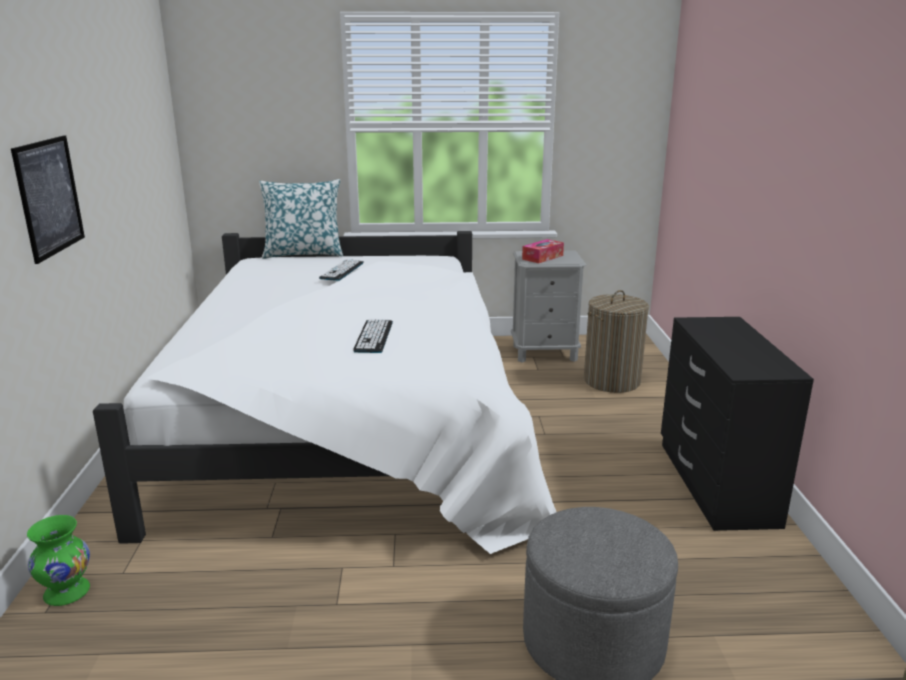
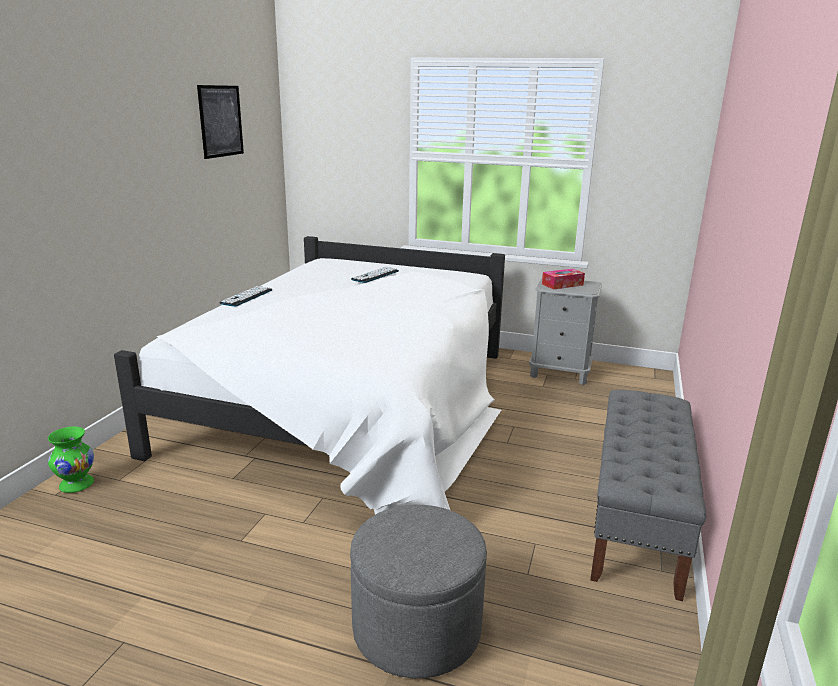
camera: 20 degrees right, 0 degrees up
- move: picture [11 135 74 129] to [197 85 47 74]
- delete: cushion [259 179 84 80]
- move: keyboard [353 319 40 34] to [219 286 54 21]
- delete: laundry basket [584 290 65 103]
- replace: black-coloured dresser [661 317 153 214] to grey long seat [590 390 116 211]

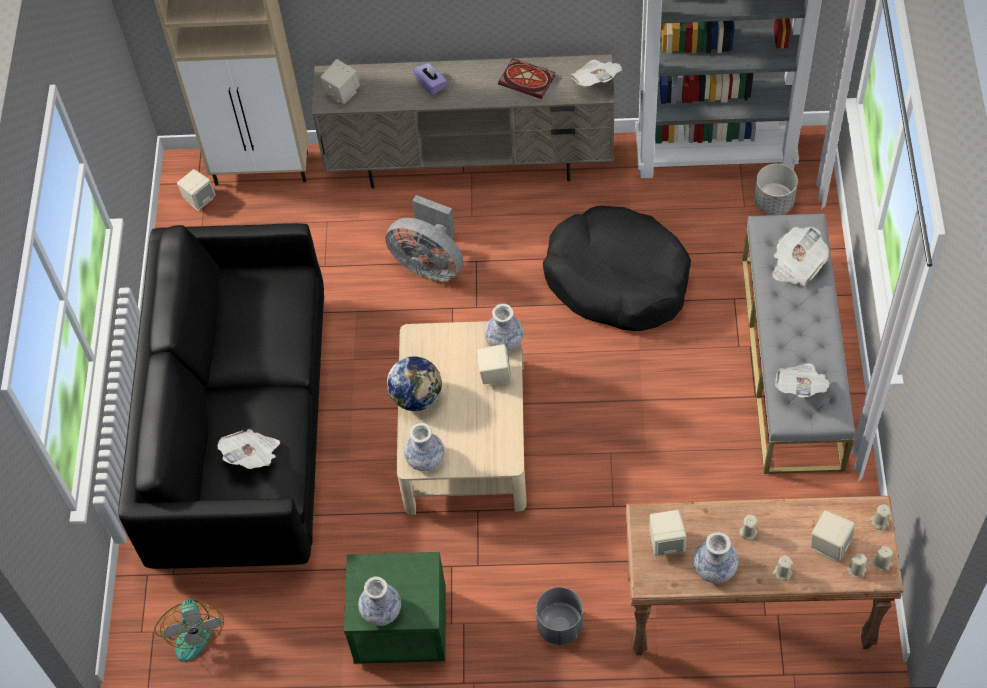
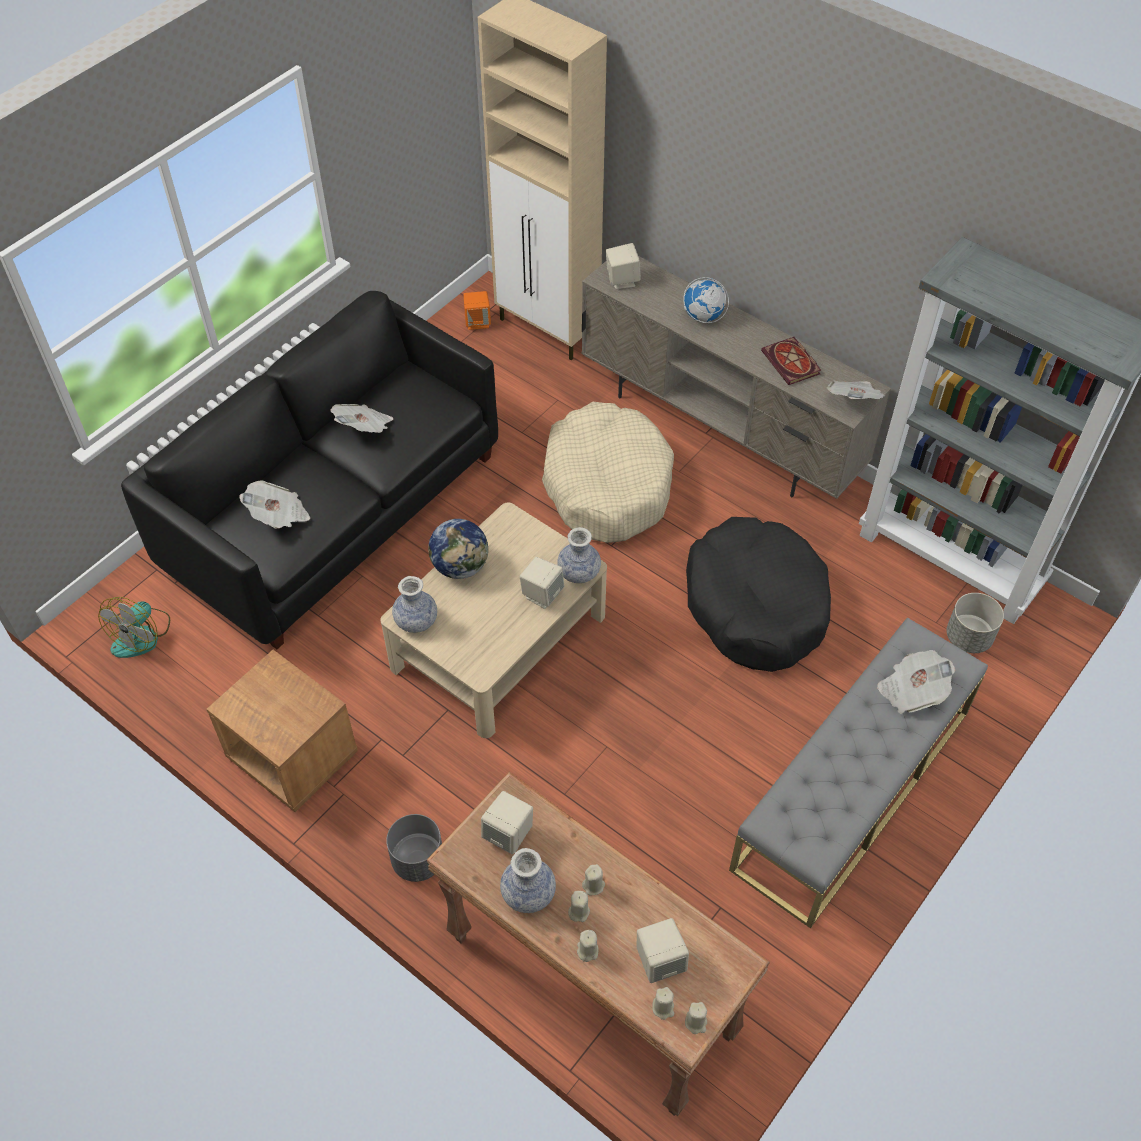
camera: 35 degrees right, 5 degrees down
- recolor: beige-coloured speaker [177 169 39 42] to orange speaker [463 291 28 39]
- recolor: green-coloured nightstand [344 552 102 112] to brownish nightstand [207 650 151 162]
- delete: vase [358 576 43 50]
- replace: grey fan [386 195 77 86] to beige-coloured dog cushion [542 402 132 141]
- replace: purple-coloured tissue box [413 63 34 33] to world globe [683 277 46 46]
- move: daily paper [775 363 56 35] to [331 404 63 29]
- move: beige-coloured wax candle [870 504 21 26] to [568 891 22 31]

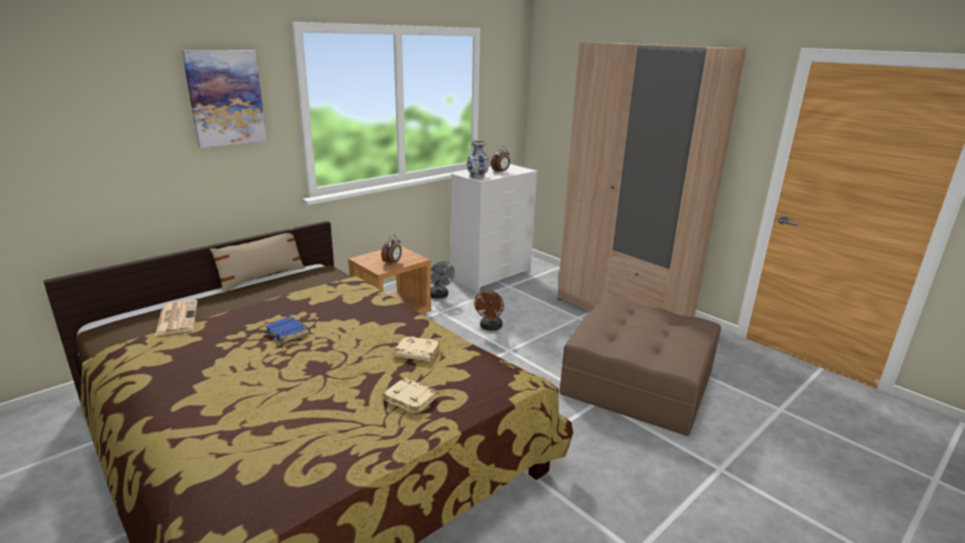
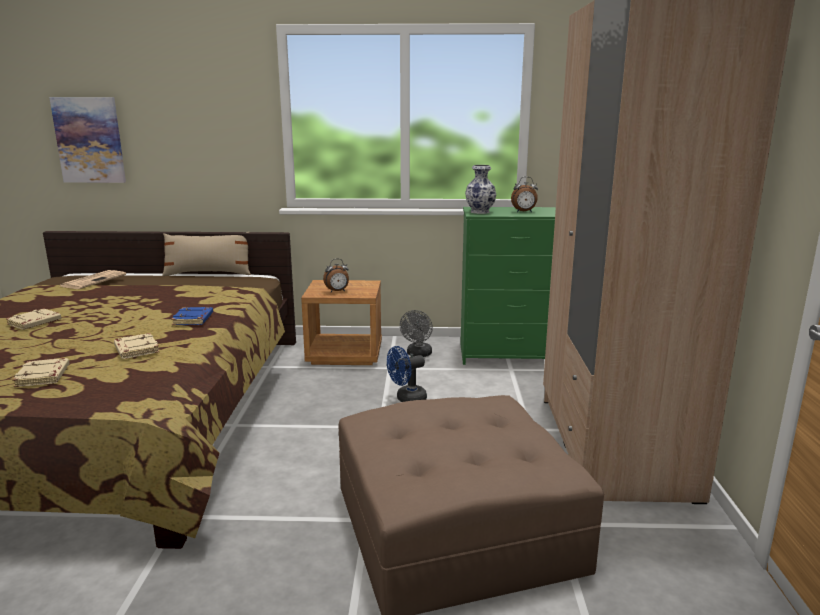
camera: 45 degrees right, 5 degrees down
- move: picture [182 50 85 98] to [49 97 77 86]
- move: blue bound book [264 316 46 27] to [171 307 42 18]
- recolor: whitish dresser [451 164 87 129] to green-coloured dresser [460 207 96 158]
- recolor: brownish fan [474 290 30 41] to blue fan [387 346 40 56]
- insert: beige-coloured bound book [6 308 55 22]

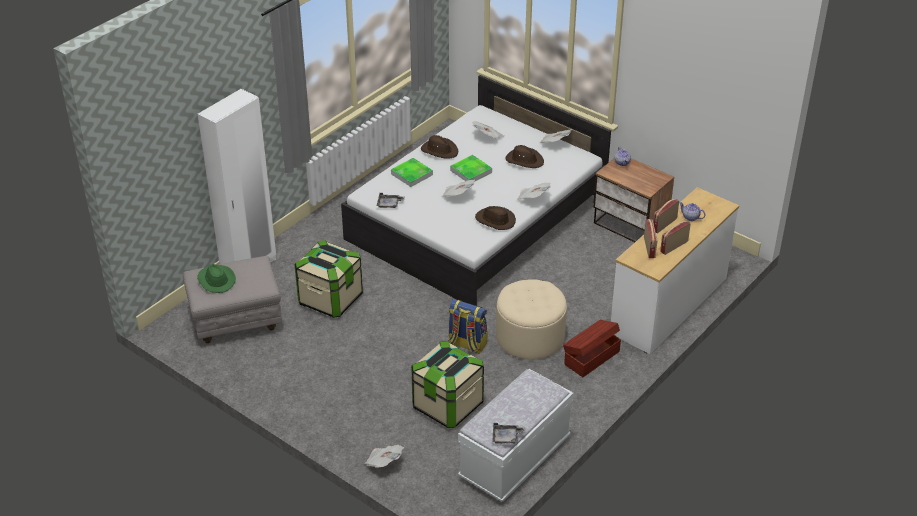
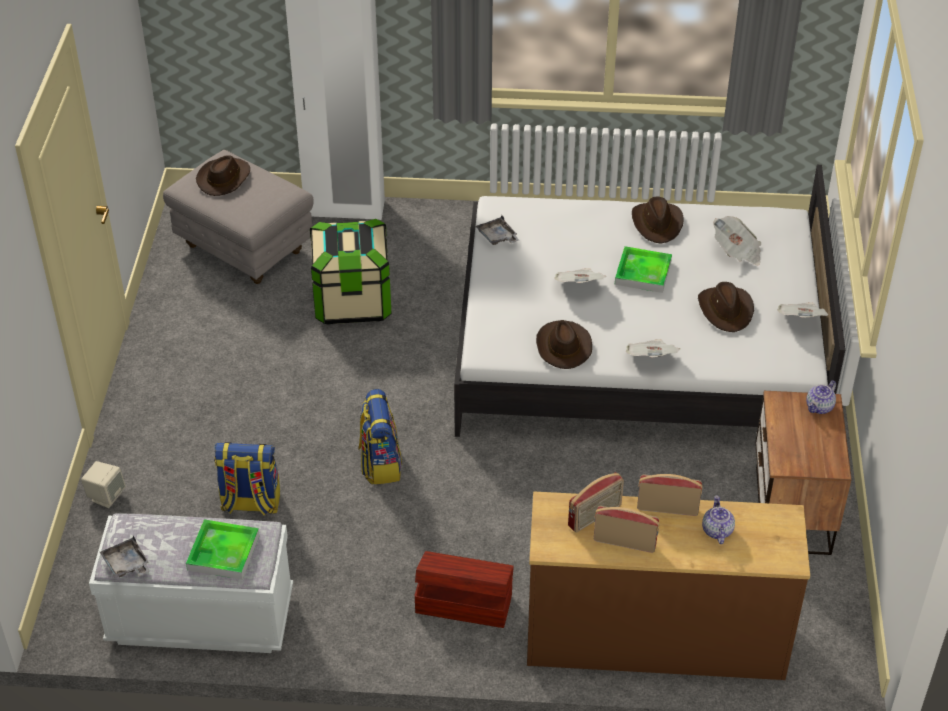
camera: 55 degrees right, 5 degrees up
- recolor: green-coloured wearable hat [197 264 39 29] to brownish wearable hat [196 155 54 41]
- replace: daily paper [364 445 40 23] to beige-coloured speaker [81 461 45 47]
- move: tray [391 158 42 29] to [186 519 74 61]
- replace: storage container [411 341 73 87] to rucksack [214 442 66 74]
- delete: beige-coloured footrest [496 279 71 81]
- recolor: whitish dresser [611 187 128 167] to brownish dresser [527 492 283 188]

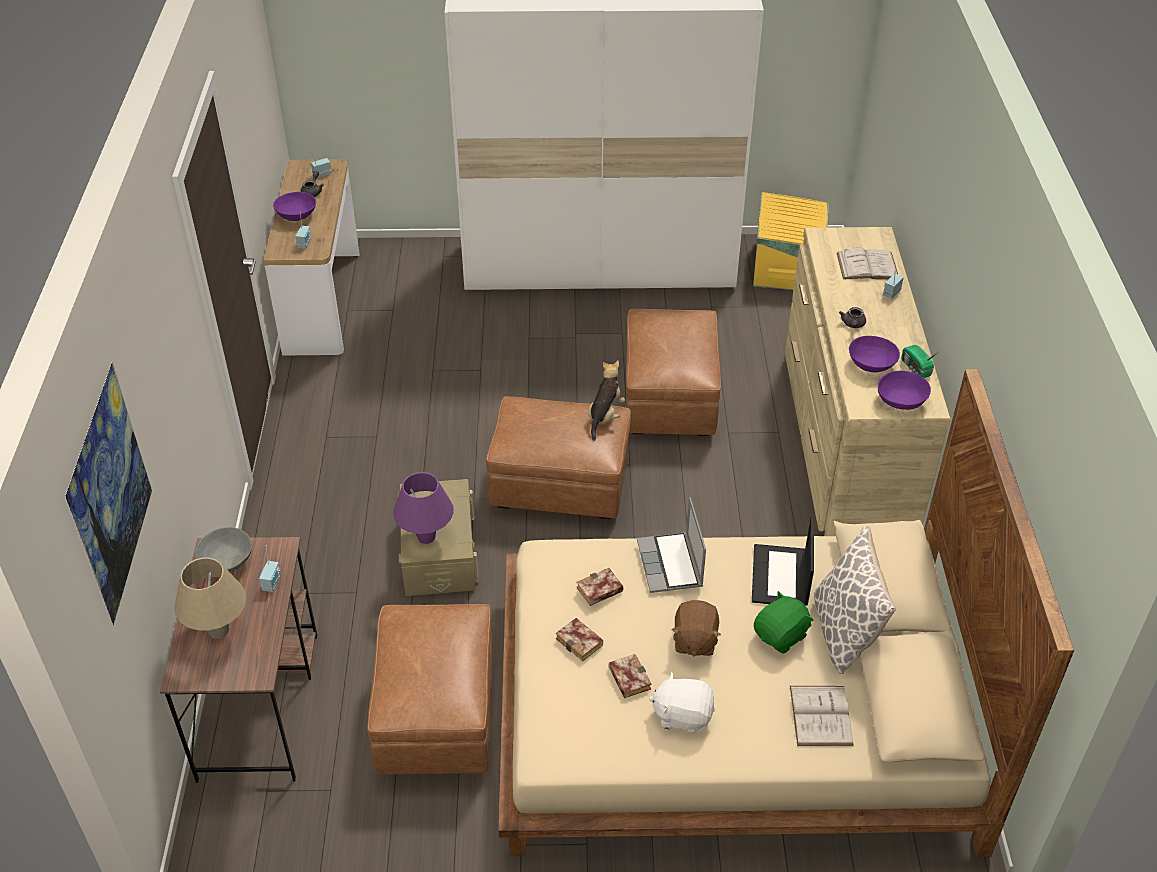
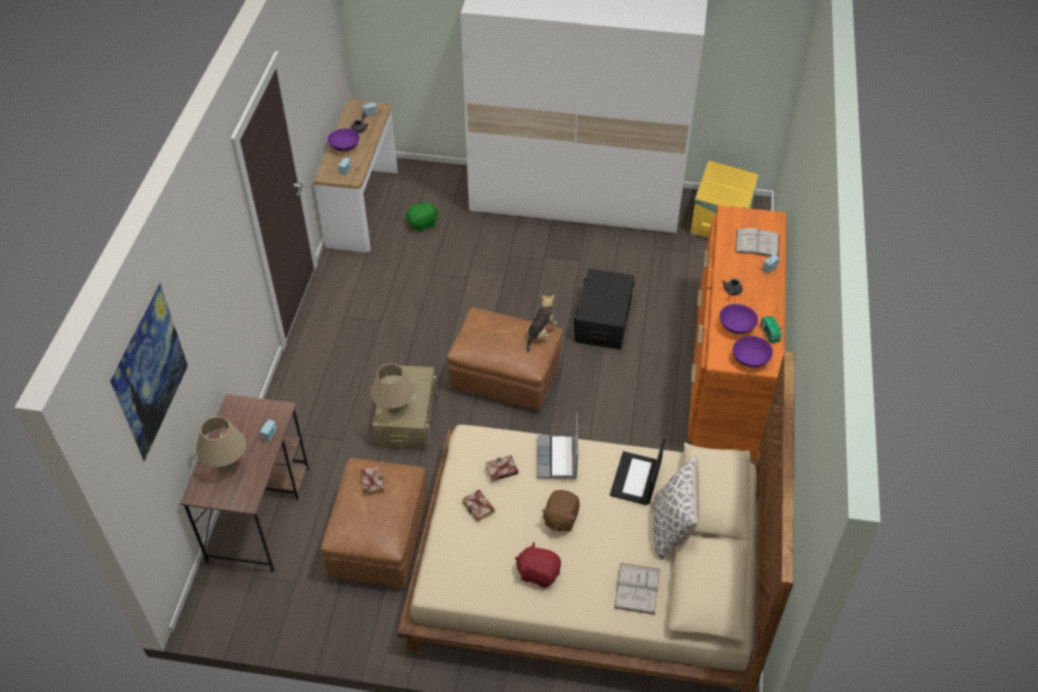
camera: 10 degrees right, 5 degrees up
- delete: grey bowl [195 527 57 46]
- recolor: purple-coloured lamp for a table [393 472 61 72] to beige-coloured lamp for a table [370 363 44 50]
- move: bound book [609 654 42 44] to [361 467 23 29]
- replace: brownish footrest [626 309 95 127] to black-coloured storage container [573 268 62 82]
- recolor: whitish cuddly toy [649 671 66 63] to red-coloured cuddly toy [515 541 46 47]
- move: green-coloured cuddly toy [754 591 60 62] to [406 200 32 32]
- recolor: beige-coloured dresser [785 227 166 309] to orange dresser [688 205 99 257]

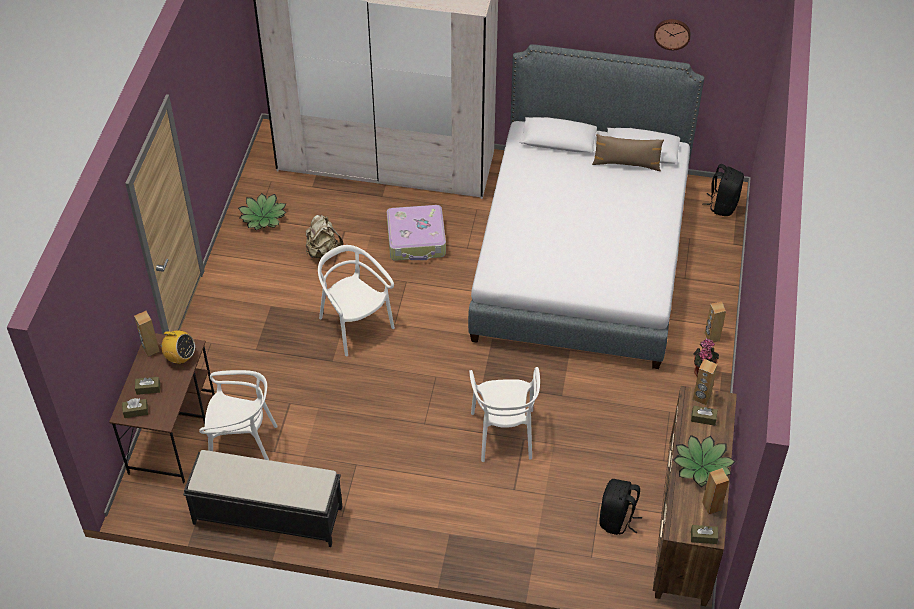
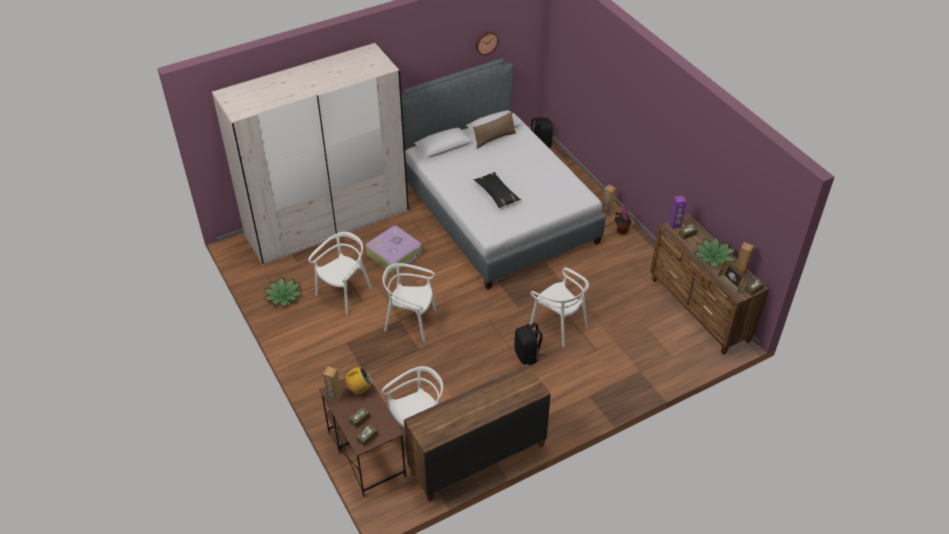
camera: 40 degrees left, 5 degrees down
- replace: black-coloured long seat [183 450 159 97] to brownish dresser [404 364 147 138]
- replace: beige-coloured rucksack [306 215 37 43] to whitish plain chair [308 232 64 83]
- move: black-coloured rucksack [599 479 43 56] to [514 322 31 43]
- recolor: brownish speaker [693 359 24 46] to purple-coloured speaker [669 196 18 33]
- insert: black-coloured cushion [473 172 48 37]
- insert: standing frame [718 260 27 34]

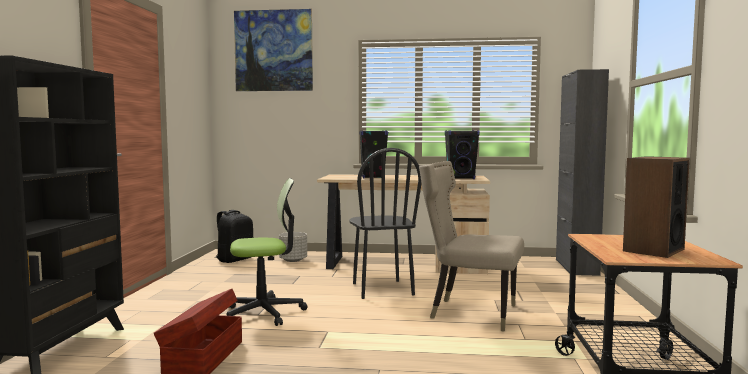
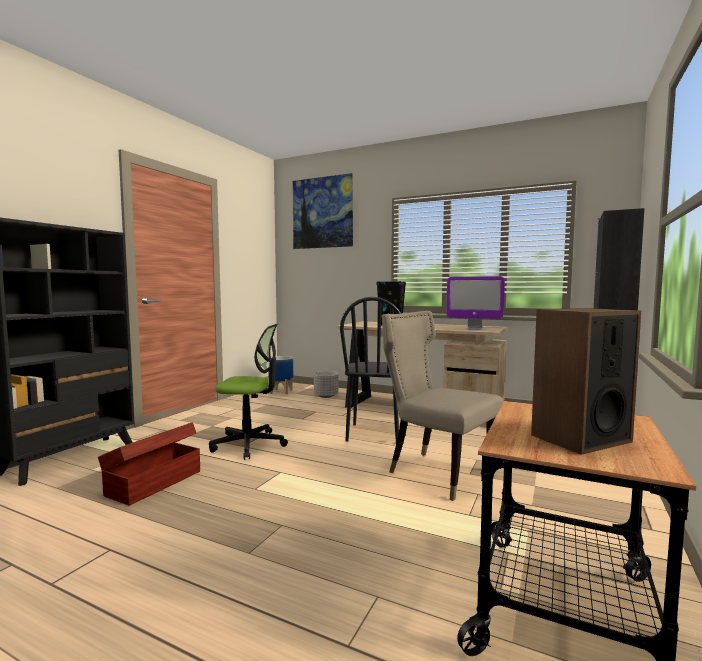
camera: 20 degrees right, 0 degrees up
- replace: black-coloured rucksack [216 210 37 53] to flower pot [268 356 25 38]
- replace: black-coloured speaker [445 130 35 49] to computer screen [446 276 59 54]

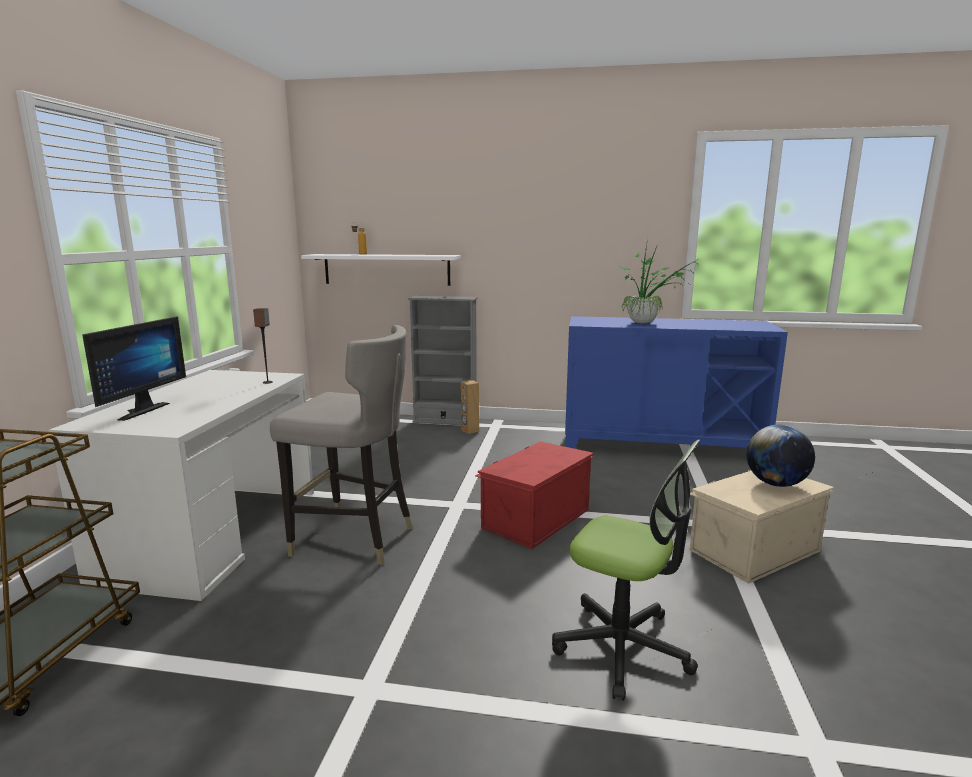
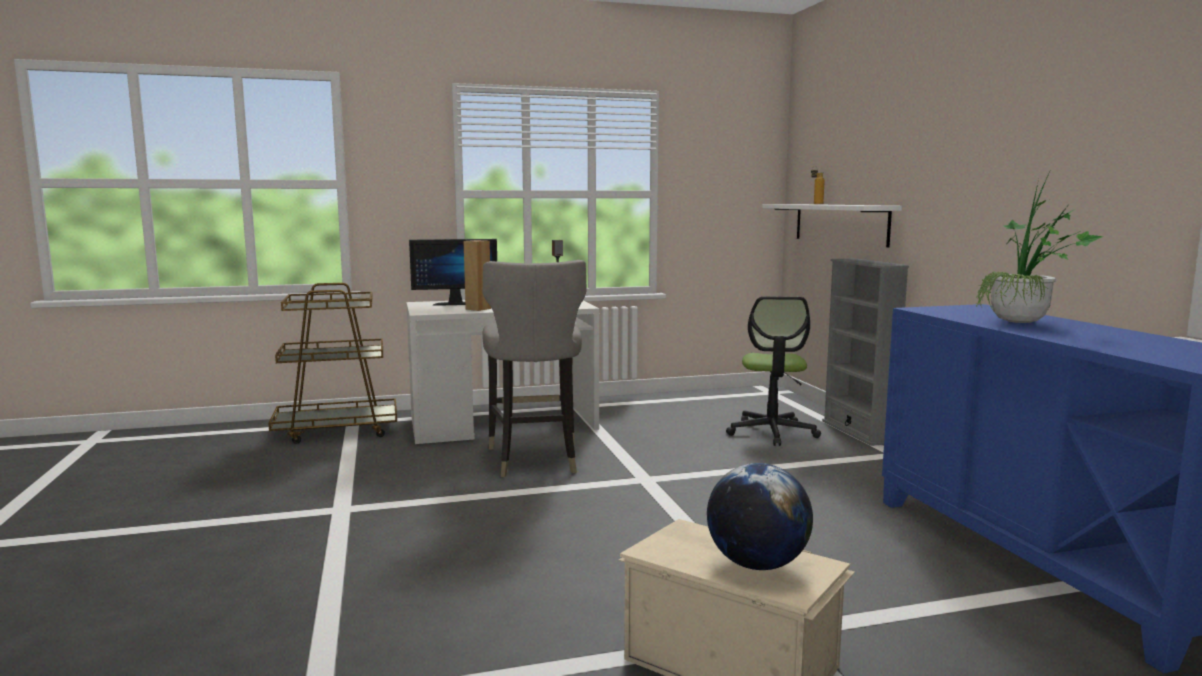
camera: 65 degrees right, 5 degrees down
- move: brownish speaker [461 380 18 54] to [464 240 27 71]
- delete: red-coloured storage container [475 441 119 108]
- move: office chair [552 439 148 262] to [726 296 95 150]

